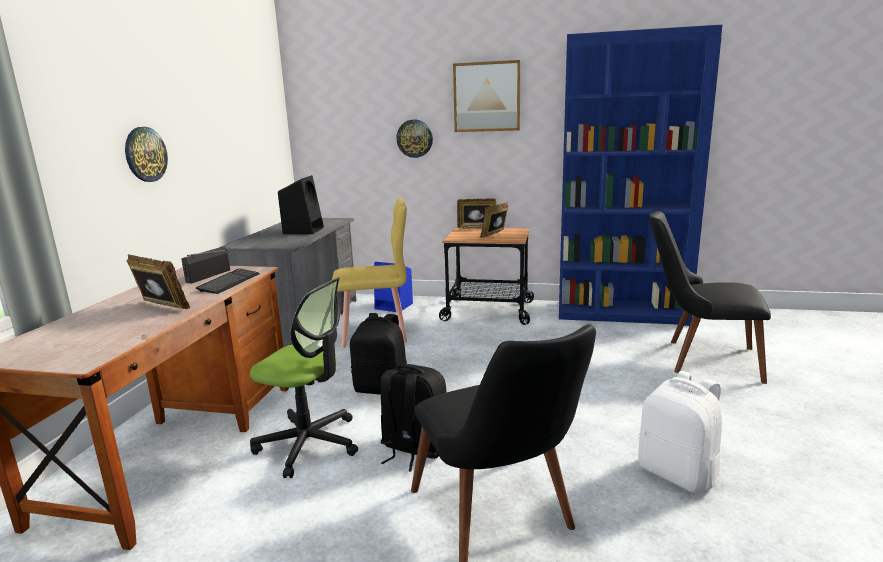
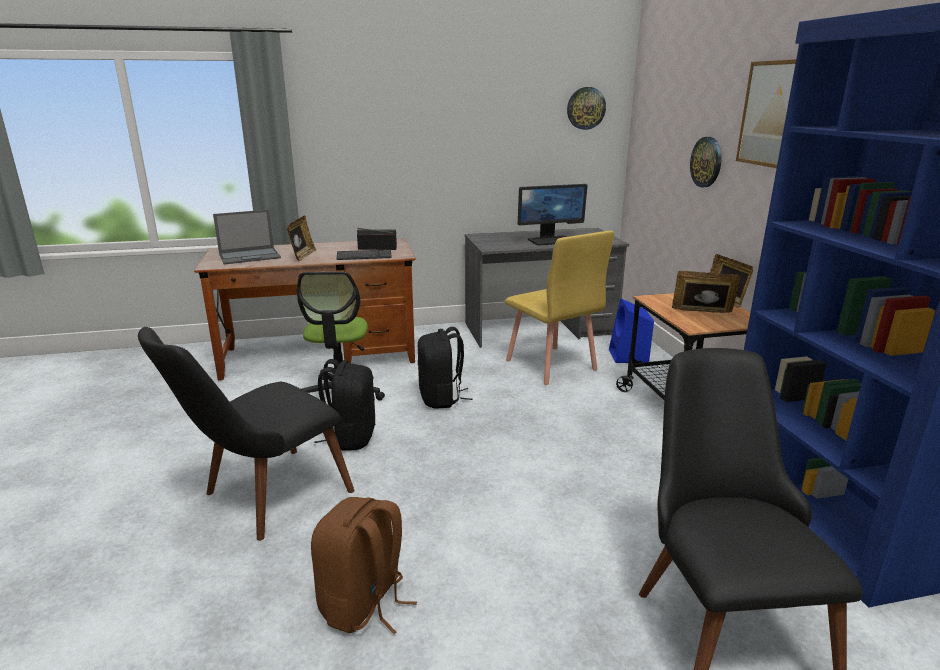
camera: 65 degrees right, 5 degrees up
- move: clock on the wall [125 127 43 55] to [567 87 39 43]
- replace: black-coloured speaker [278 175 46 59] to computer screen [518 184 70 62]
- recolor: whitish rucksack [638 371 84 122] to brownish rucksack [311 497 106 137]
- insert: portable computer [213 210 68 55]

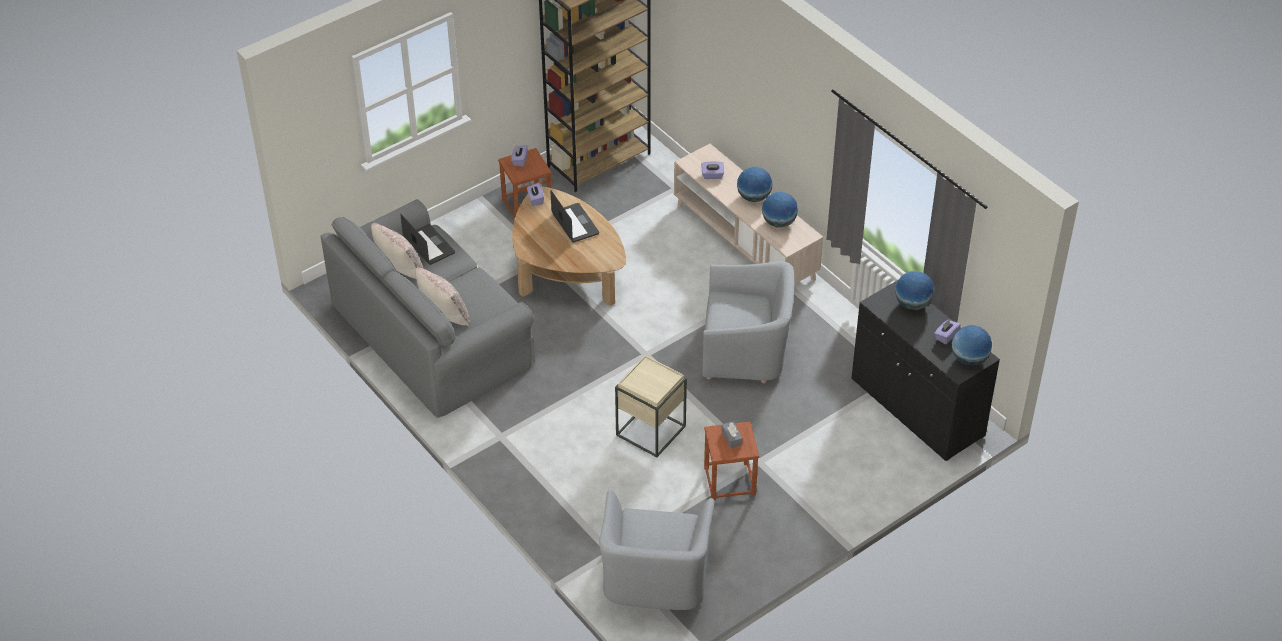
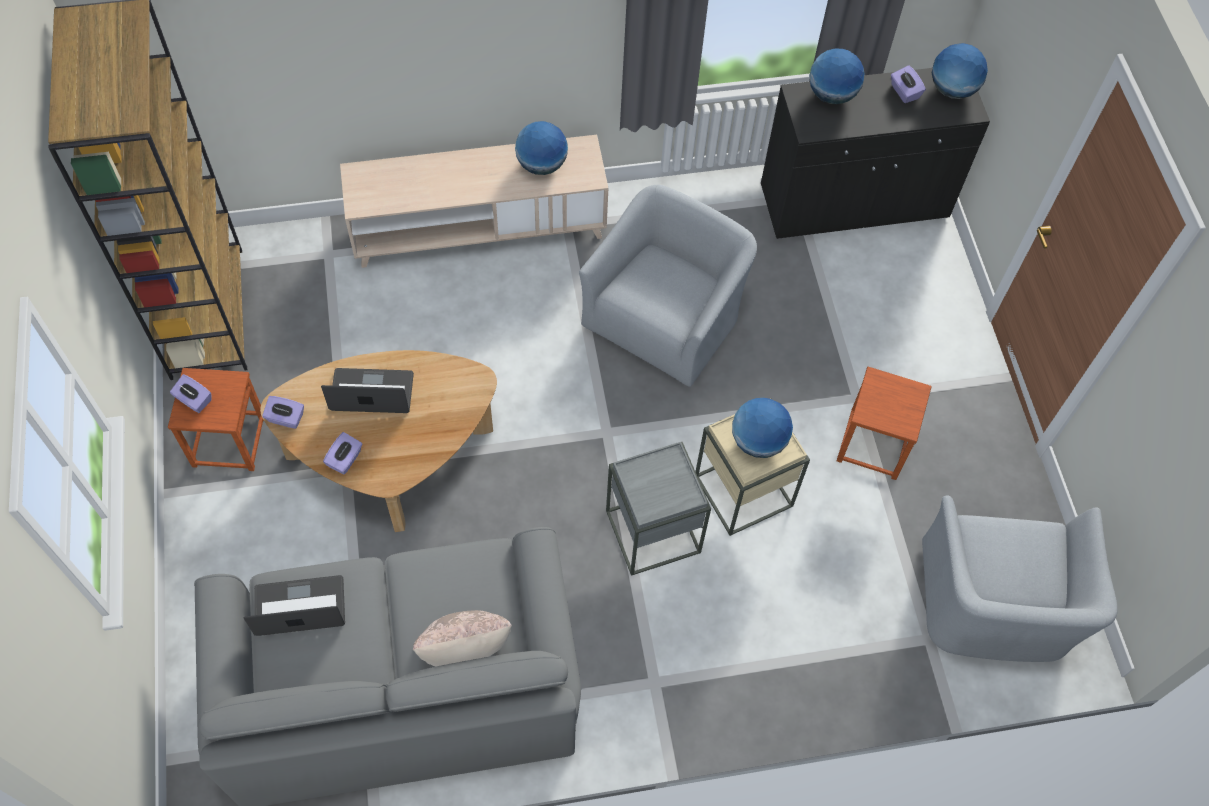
camera: 65 degrees left, 15 degrees up
- delete: beige-coloured cushion [371 223 53 56]
- rotate: grey armchair [599 489 116 121] = [922 496 196 166] 60 degrees clockwise
- move: purple-coloured tissue box [701 161 23 18] to [323 432 39 42]
- delete: grey tissue box [721 421 21 27]
- move: world globe [737 167 36 35] to [732 398 61 60]
- insert: grey accent table [606 442 105 134]

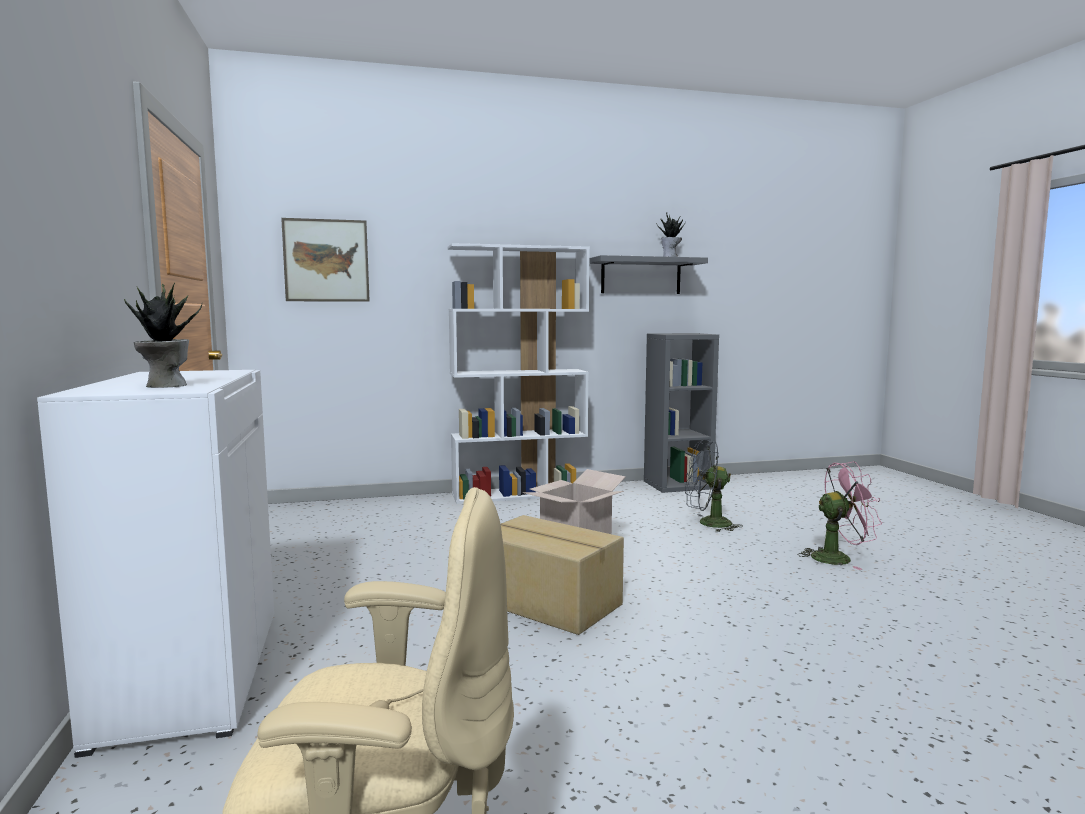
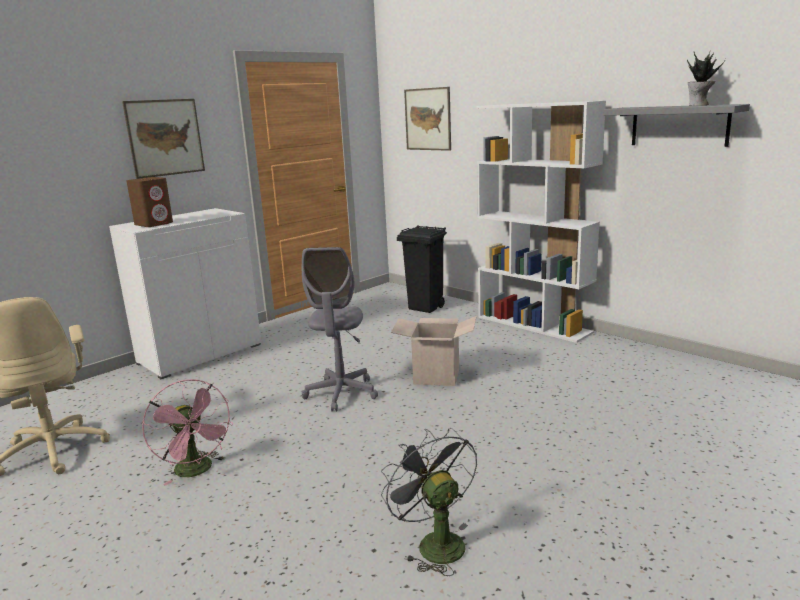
camera: 60 degrees right, 10 degrees up
- replace: houseplant [124 283 78 105] to brownish speaker [126 177 47 50]
- replace: cardboard box [501 515 123 120] to grey office chair [302 247 76 164]
- delete: grey bookcase [644 333 75 160]
- move: grey fan [685 440 58 92] to [381 428 96 148]
- move: pink-coloured fan [798 461 85 109] to [142 379 91 107]
- insert: picture [122 99 83 80]
- insert: black-coloured trash can [397 225 50 88]

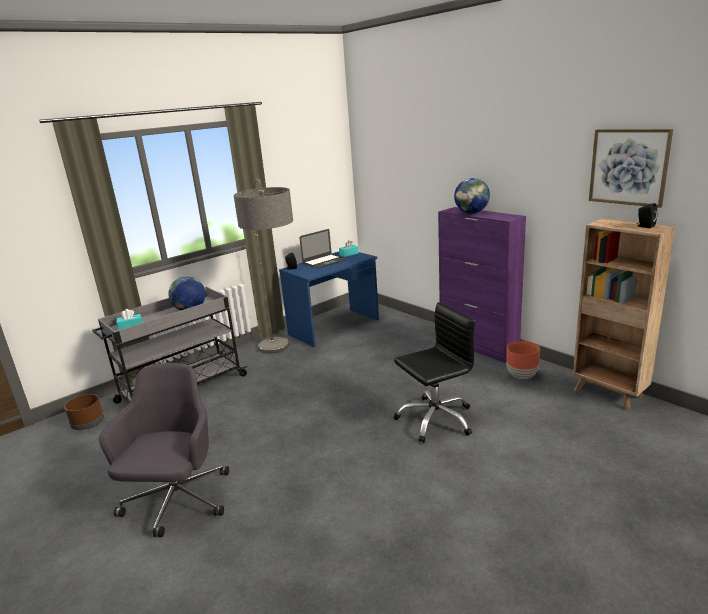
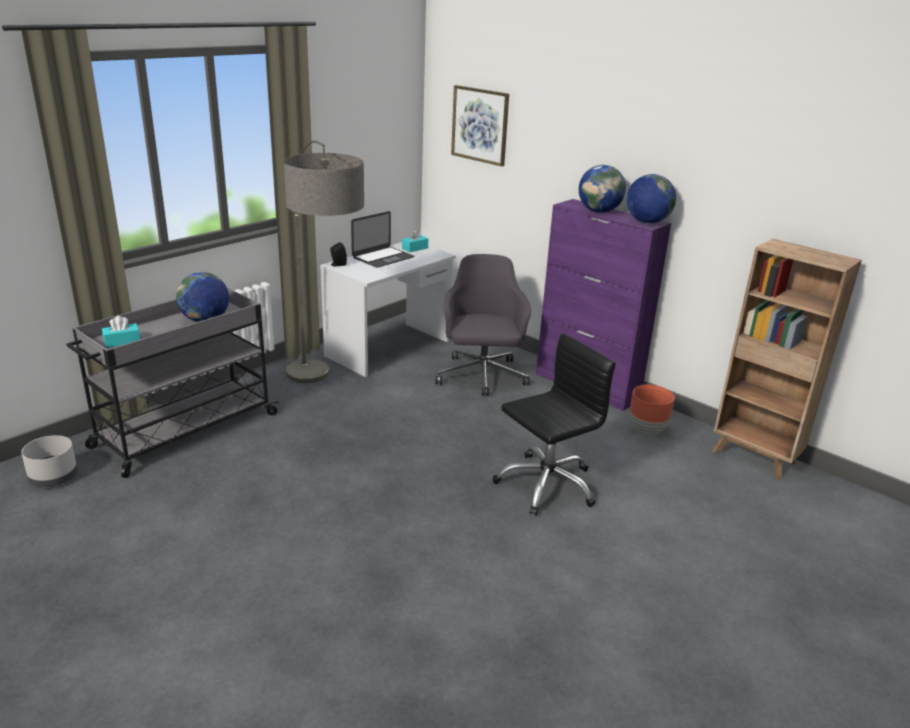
camera: 10 degrees left, 5 degrees up
- recolor: brownish flower pot [64 394 40 36] to grey flower pot [21 435 56 52]
- move: grey office chair [99 363 130 174] to [435 254 96 142]
- recolor: blue desk unit [279 252 100 95] to whitish desk unit [320 242 136 135]
- move: picture [589 129 84 79] to [451 85 58 81]
- delete: black-coloured speaker [637 203 21 25]
- insert: world globe [626 174 50 49]

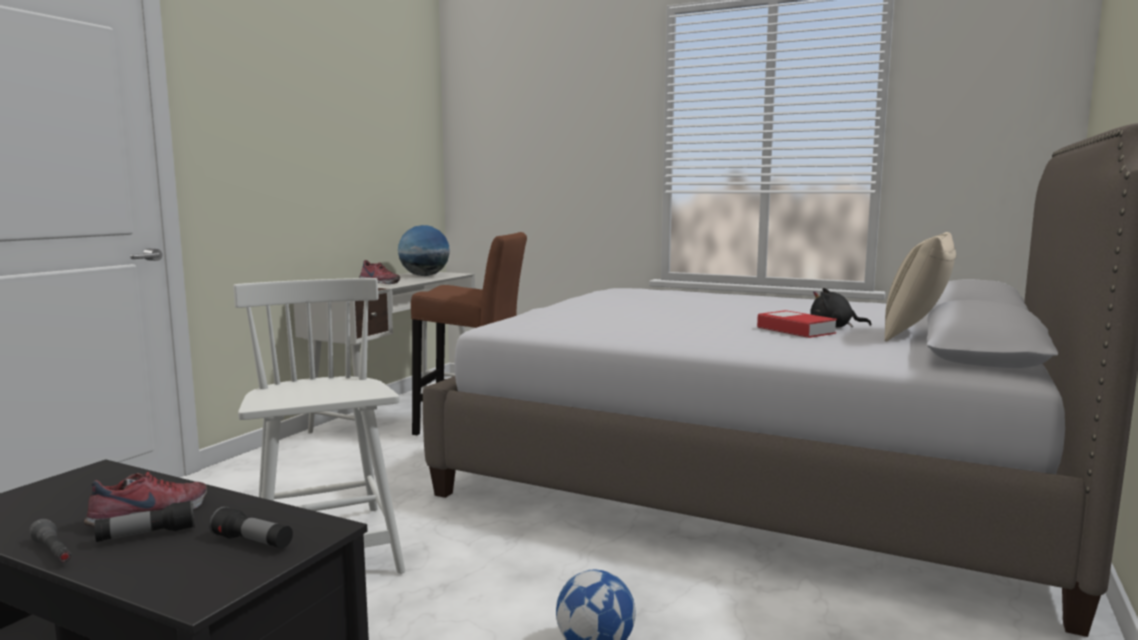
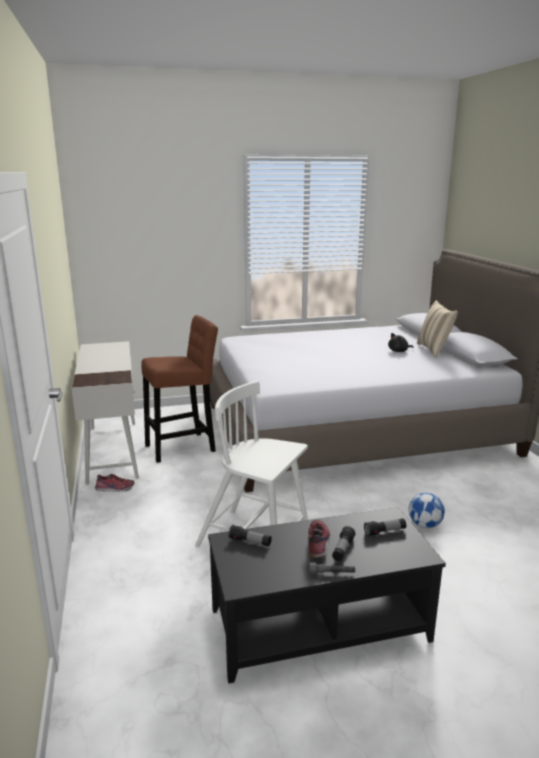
camera: 40 degrees left, 10 degrees up
- move: low shoe [359 260 41 24] to [95 474 39 18]
- delete: world globe [398 225 52 51]
- delete: bound book [757 310 80 28]
- insert: flashlight [228 525 44 22]

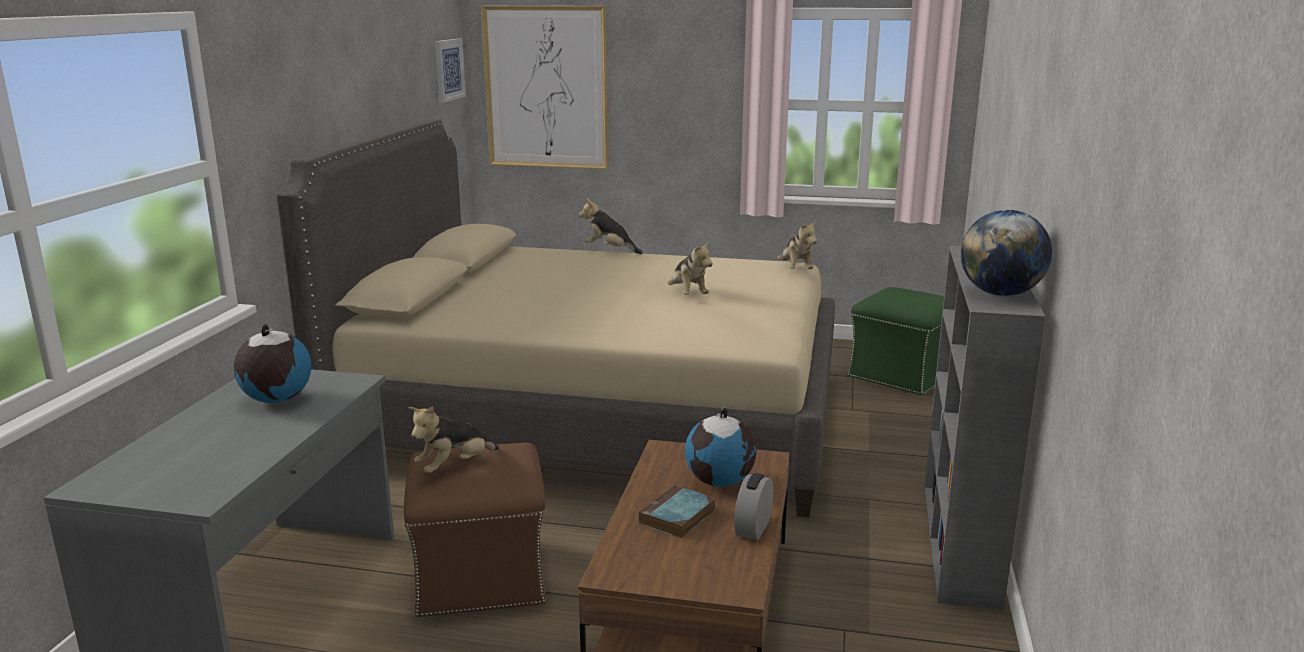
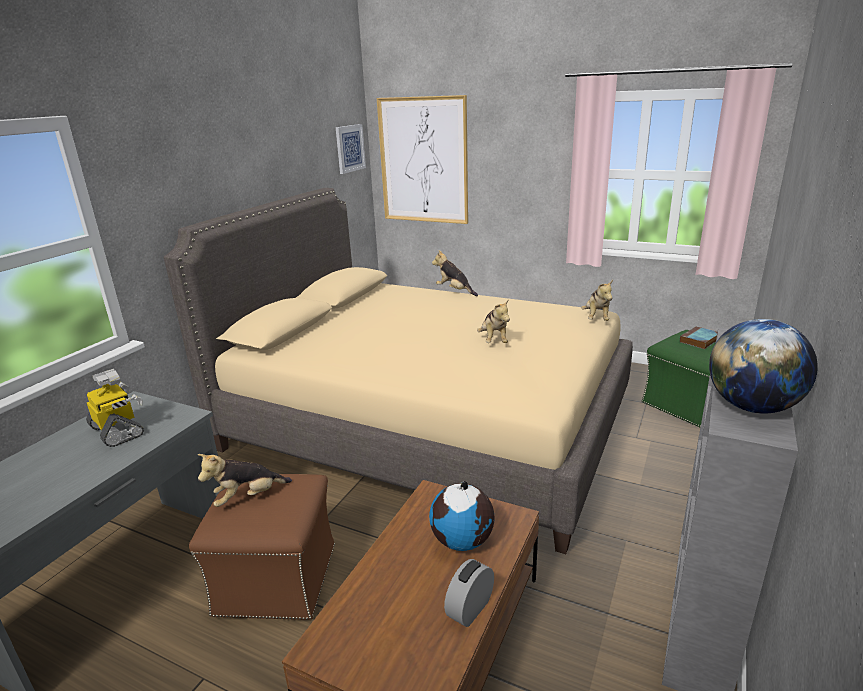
camera: 15 degrees right, 5 degrees up
- replace: world globe [234 324 77 79] to robot figure [86 369 58 78]
- move: bound book [639 485 76 54] to [680 326 37 23]

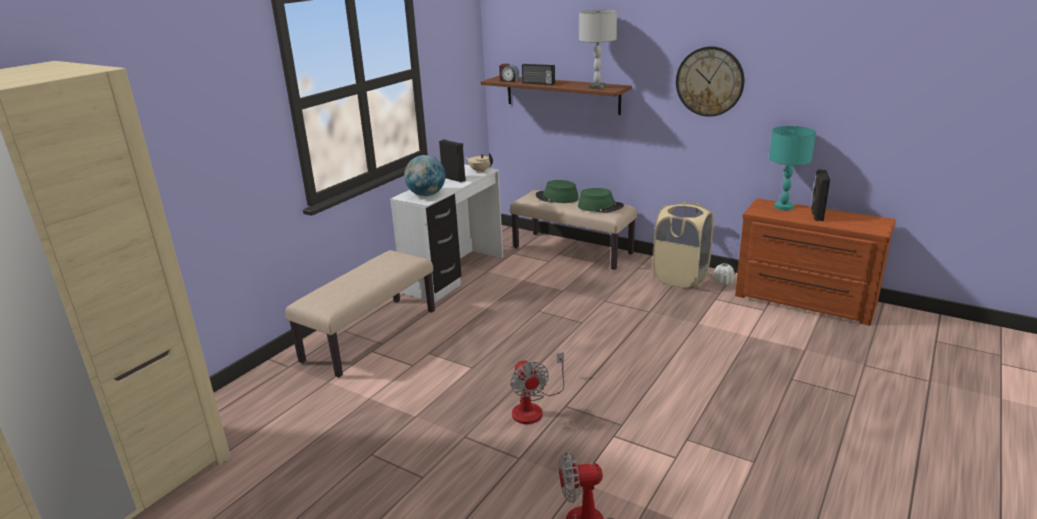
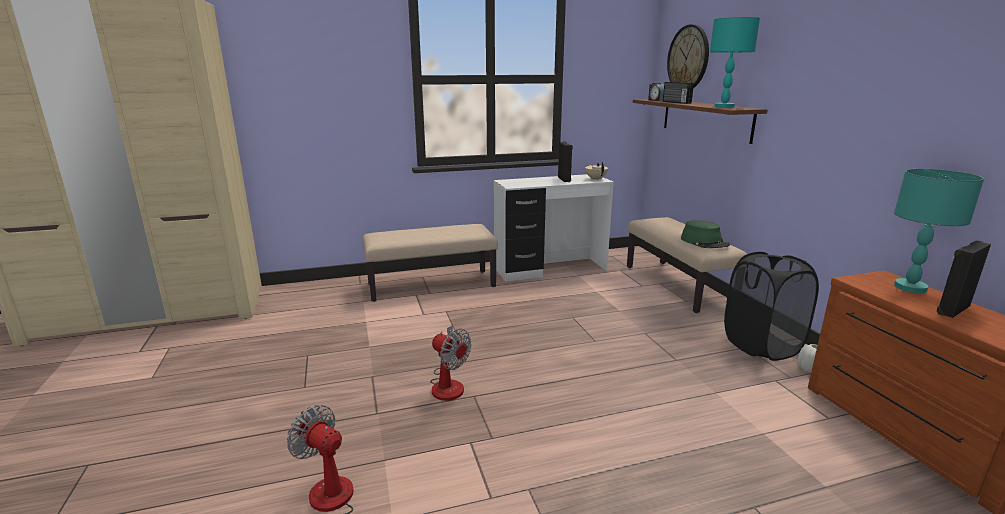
camera: 40 degrees right, 5 degrees down
- delete: world globe [404 155 42 41]
- rotate: fan [510 352 54 72] = [430 325 41 76] 75 degrees counterclockwise
- delete: green-coloured wearable hat [536 180 43 23]
- recolor: grey lamp for a table [579 9 38 80] to blue-green lamp for a table [710 17 50 91]
- recolor: beige-coloured laundry basket [653 202 61 86] to black-coloured laundry basket [724 252 95 109]
- move: clock on the wall [676 46 68 71] to [667 24 42 64]

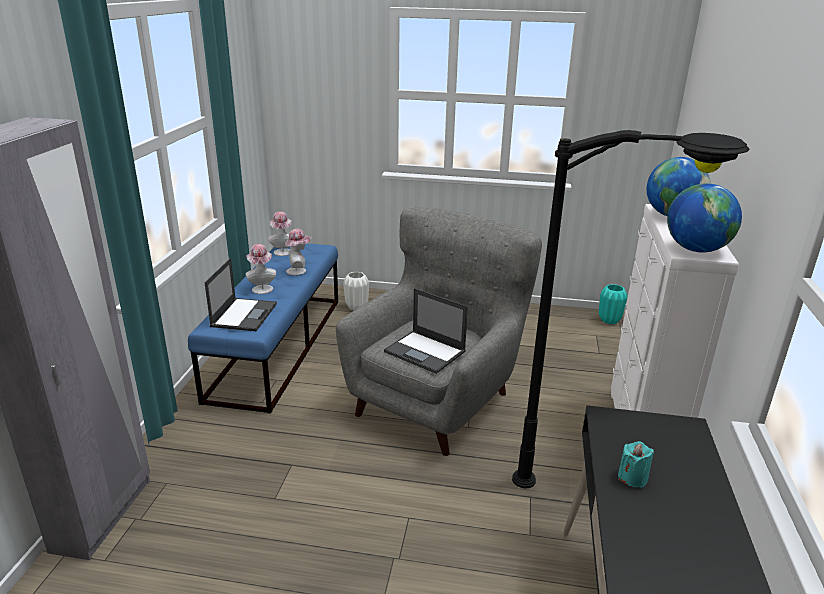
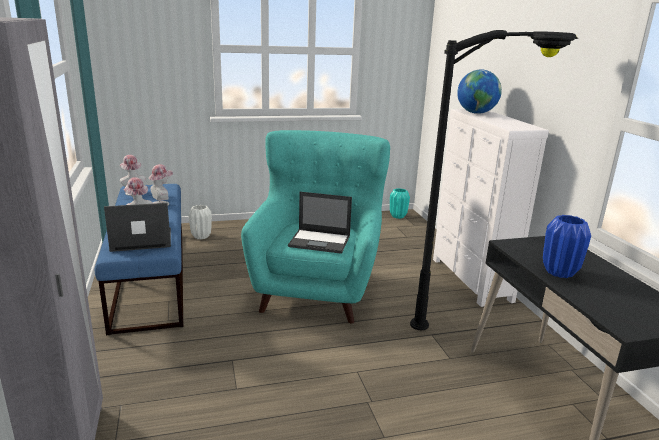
camera: 25 degrees left, 5 degrees down
- rotate: portable computer [205 258 72 73] = [104 203 67 49] 90 degrees counterclockwise
- recolor: grey armchair [336 207 206 249] to blue-green armchair [241 130 149 194]
- replace: blue-green wax candle [618 441 36 47] to blue vase [543 215 48 63]
- delete: world globe [667 183 75 69]

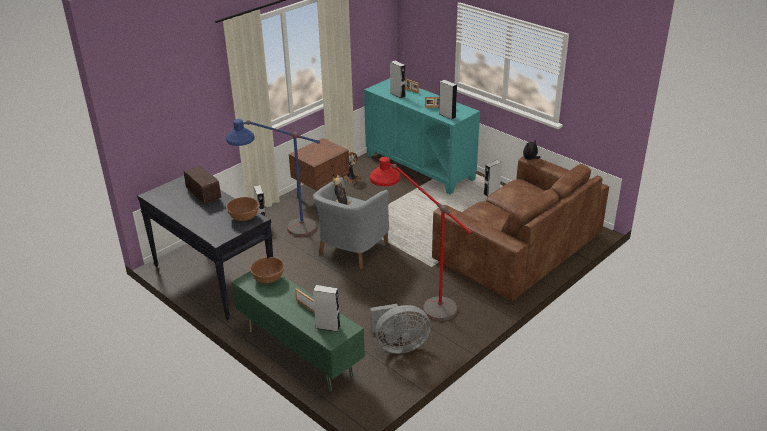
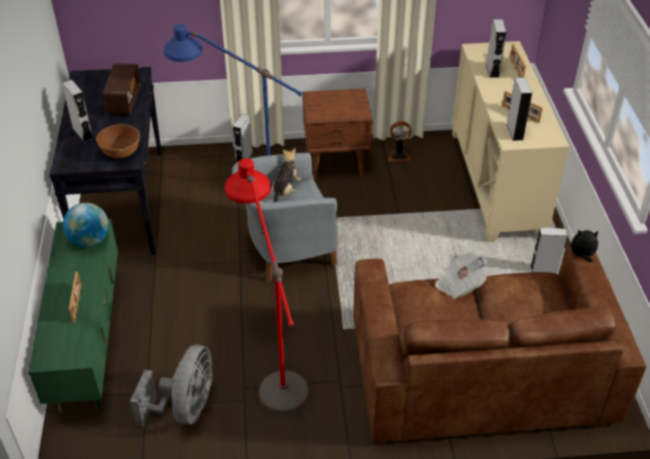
camera: 40 degrees right, 10 degrees up
- replace: brownish bowl [250 257 34 27] to world globe [63 203 46 44]
- move: grey speaker [313 285 27 47] to [62 80 31 62]
- recolor: blue-green cupboard [364 78 116 116] to beige-coloured cupboard [452 41 118 201]
- rotate: grey fan [370 304 61 49] = [130 345 83 82] 105 degrees counterclockwise
- insert: daily paper [435 253 52 46]

